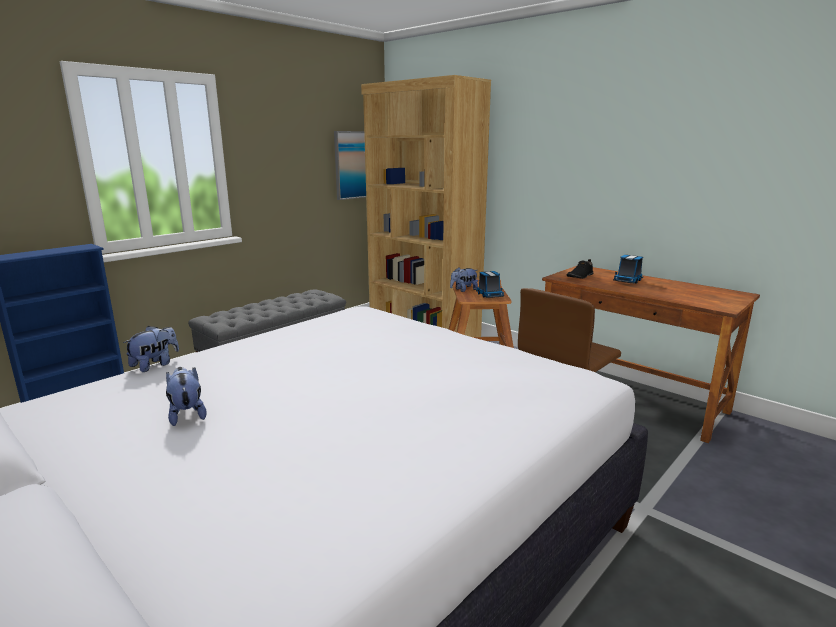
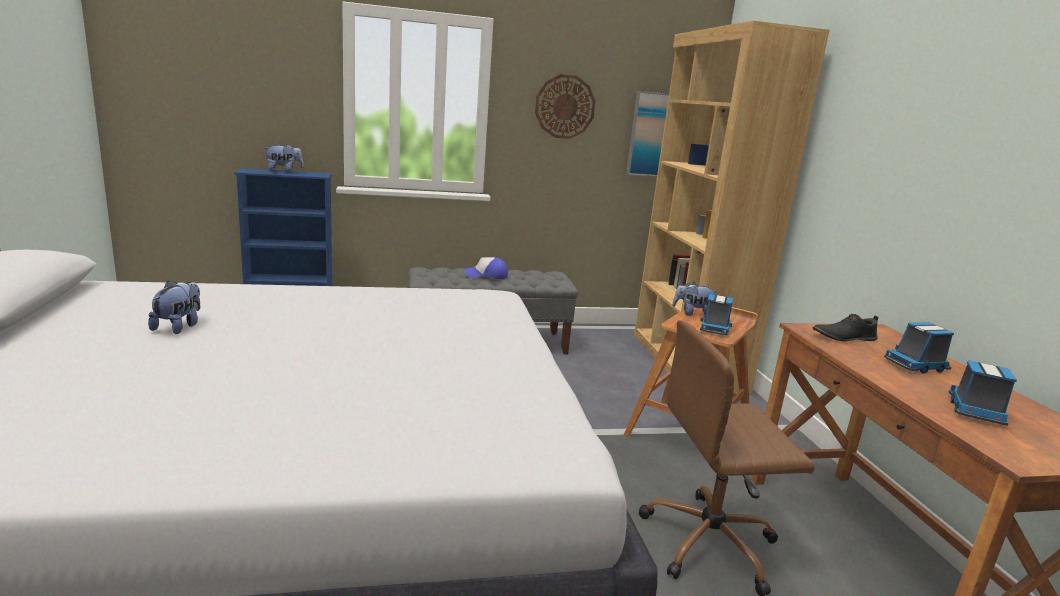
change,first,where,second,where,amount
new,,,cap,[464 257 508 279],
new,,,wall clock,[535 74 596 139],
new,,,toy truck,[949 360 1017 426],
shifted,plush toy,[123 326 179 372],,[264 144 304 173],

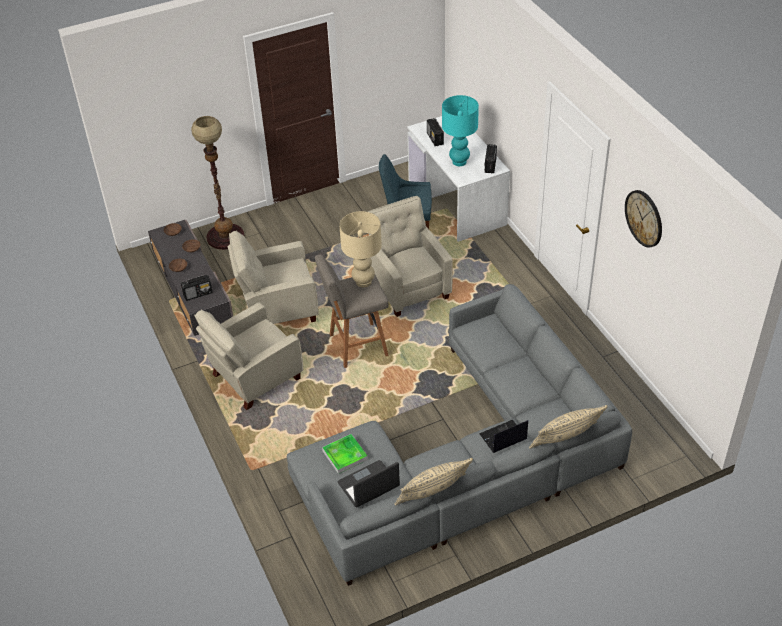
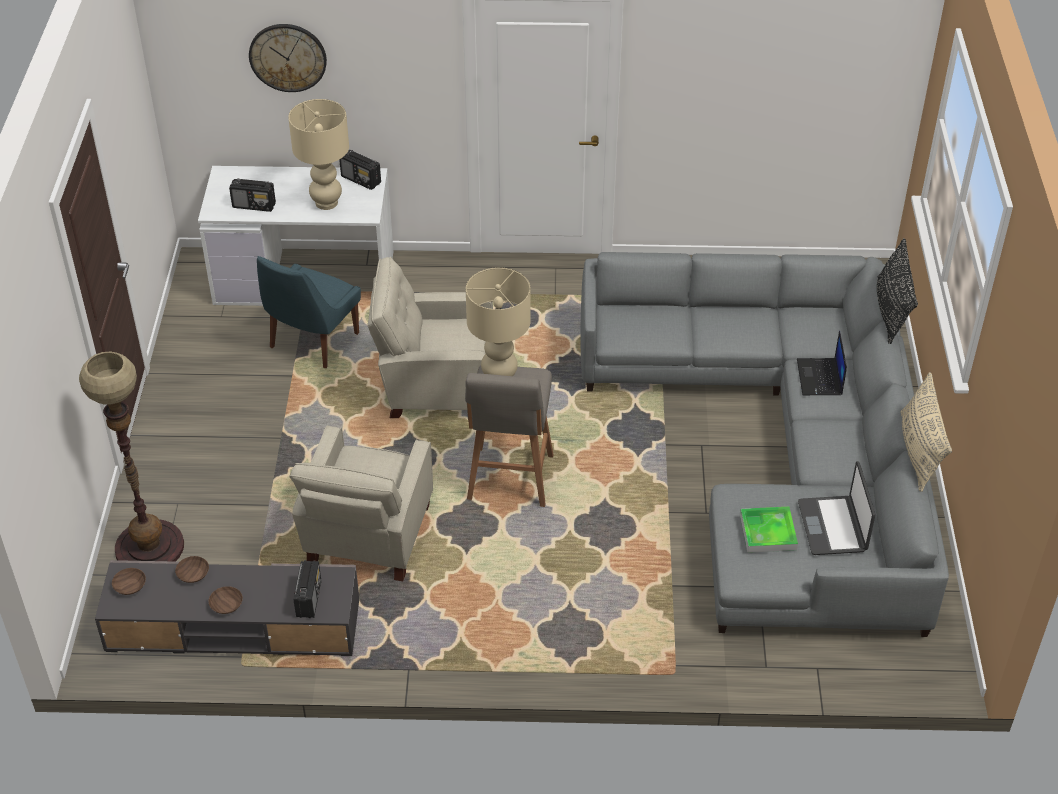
change,first,where,second,where,amount
gone,beige armchair,[194 302 303 410],,,
shifted,wall clock,[625 190 662 248],,[249 24 327 92],
repainted,turquoise table lamp,[442 95 479 166],beige table lamp,[288 99 349 210],
repainted,beige pillow,[529 405 607 449],black pillow,[877 238 918 344],

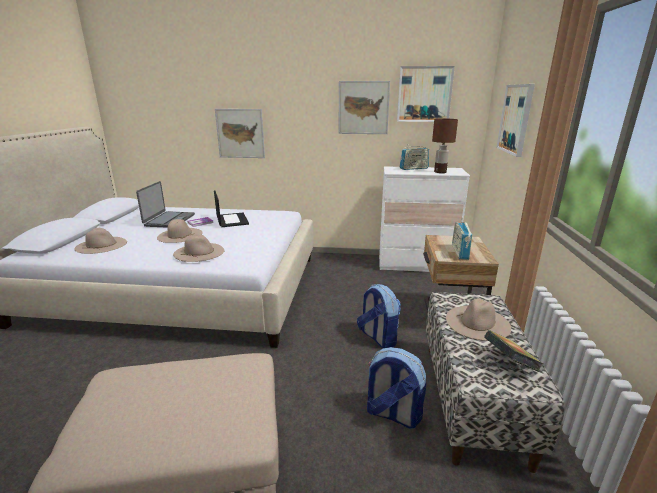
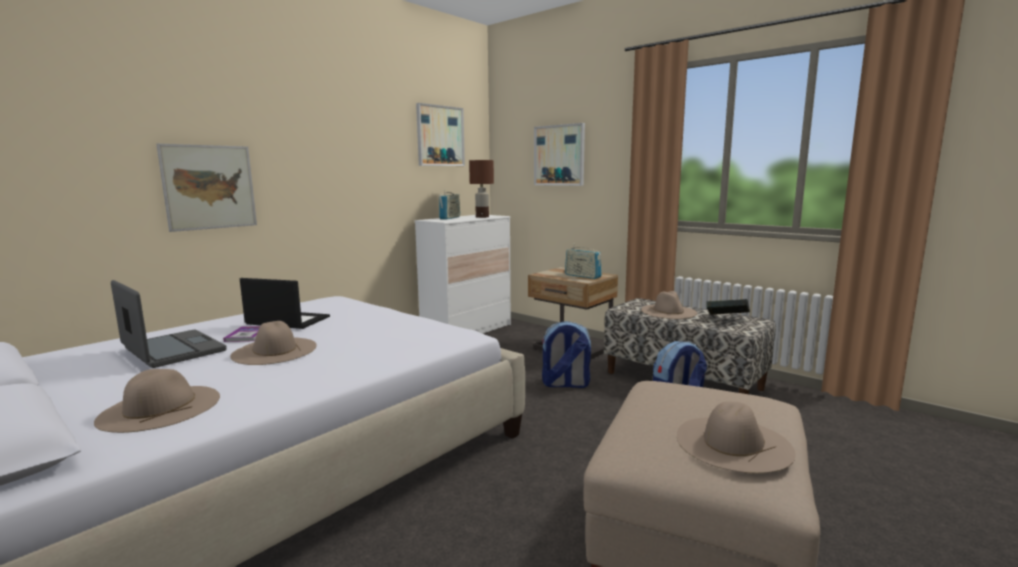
change,first,where,second,where,amount
gone,picture,[338 81 390 134],,,
shifted,beige hat,[173 234 225 262],,[677 401 796 473],

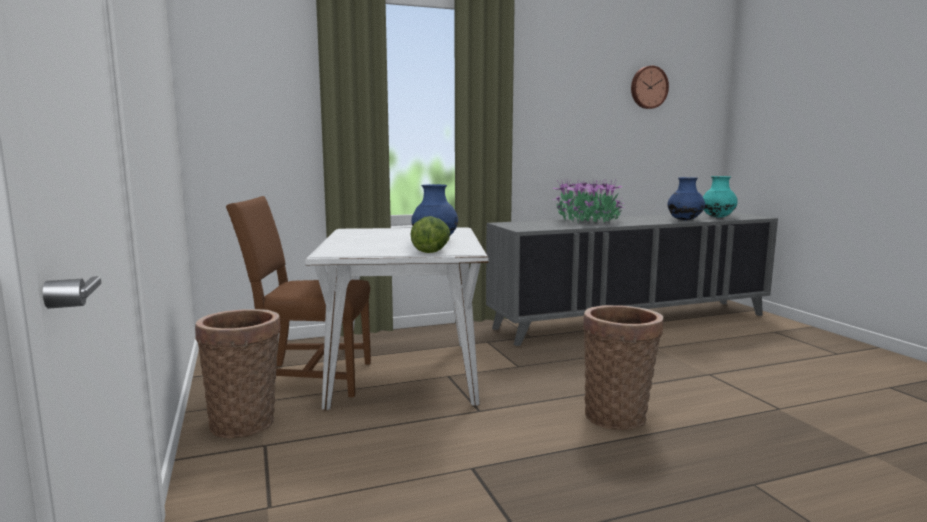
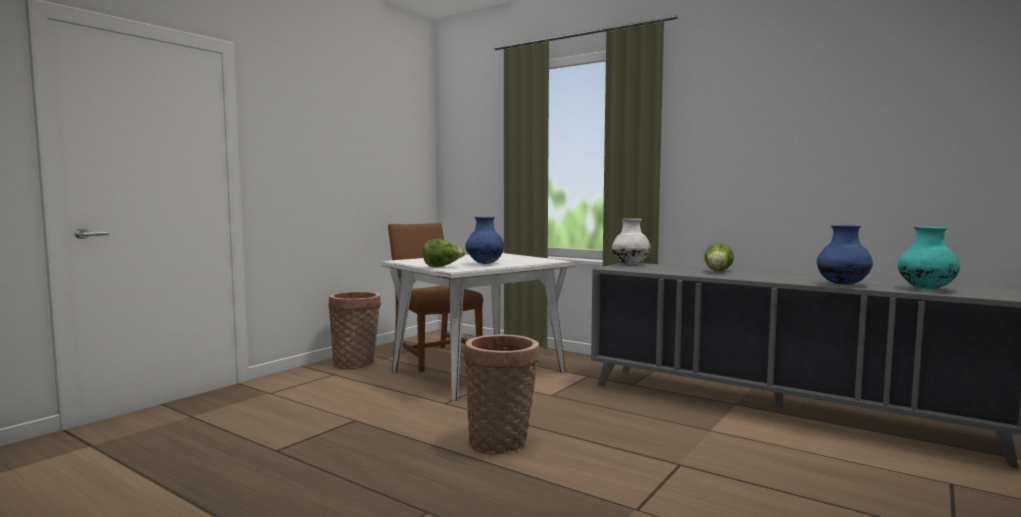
change,first,where,second,where,amount
gone,wall clock,[631 66 669 109],,,
new,,,white vase,[612 219 650 265],
swapped,potted plant,[553 178 625 222],lettuce,[705 244 734 271],

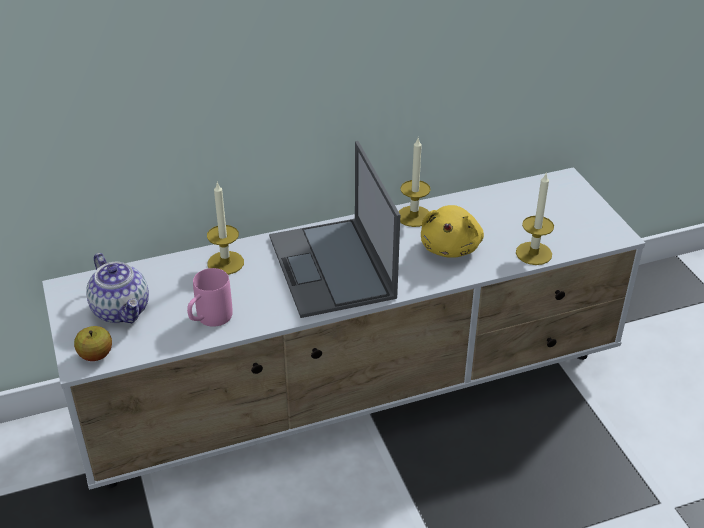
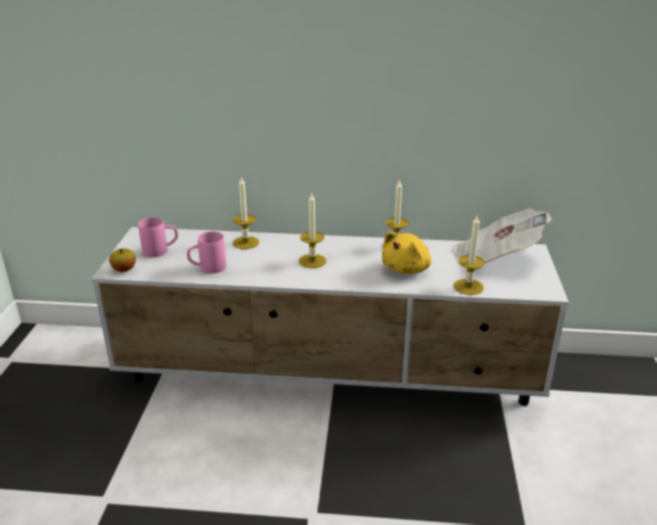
change,first,where,second,where,amount
new,,,newspaper,[451 208 552 264],
swapped,teapot,[86 253 149 323],pink mug,[138 217 178 257],
swapped,laptop,[269 141 400 318],candle,[299 193 326 268],

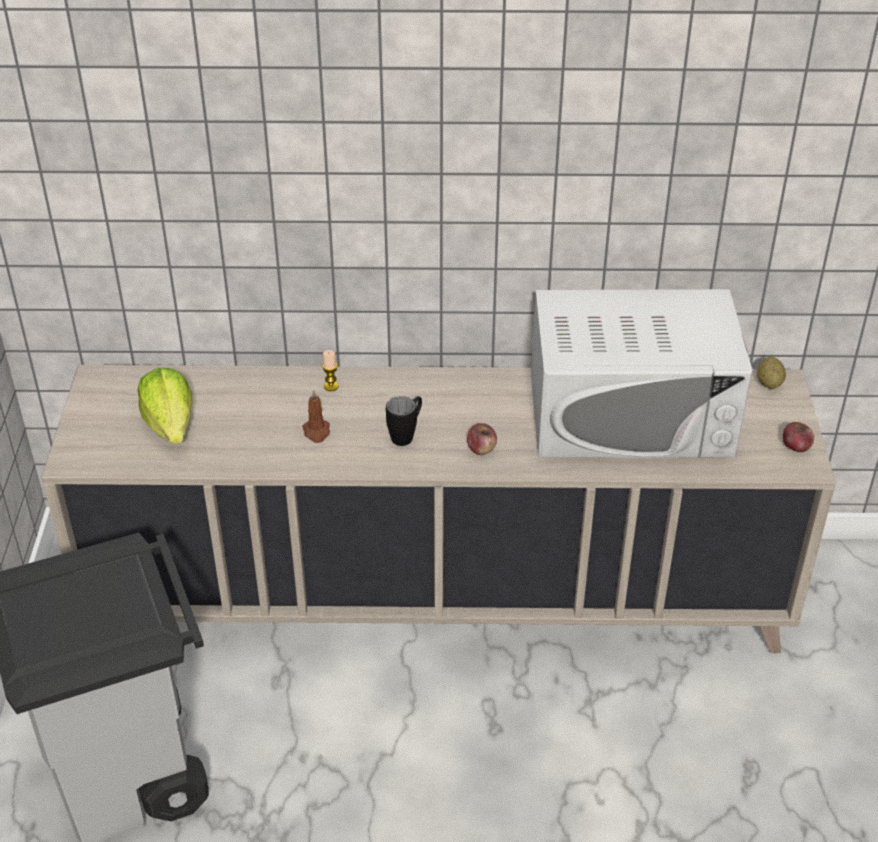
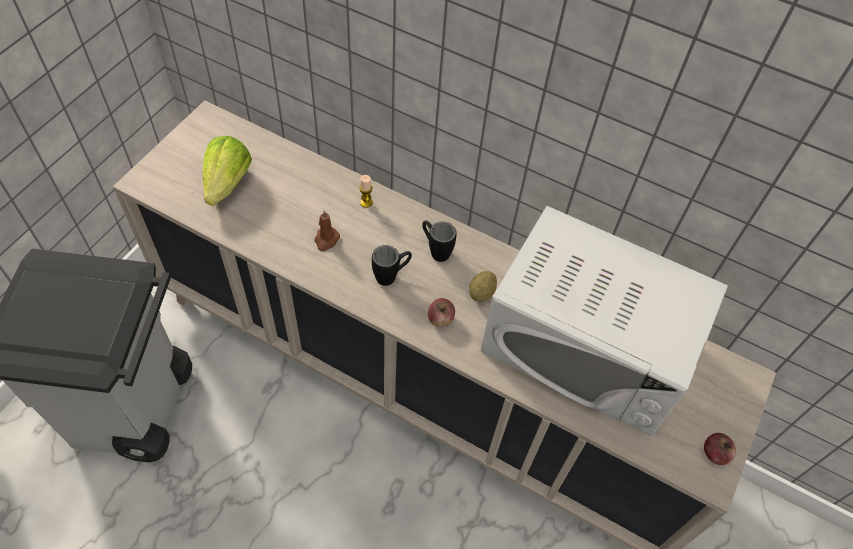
change,first,where,second,where,amount
new,,,black mug,[422 220 457 262],
shifted,potato,[757 356 786 389],,[469 271 497 301],

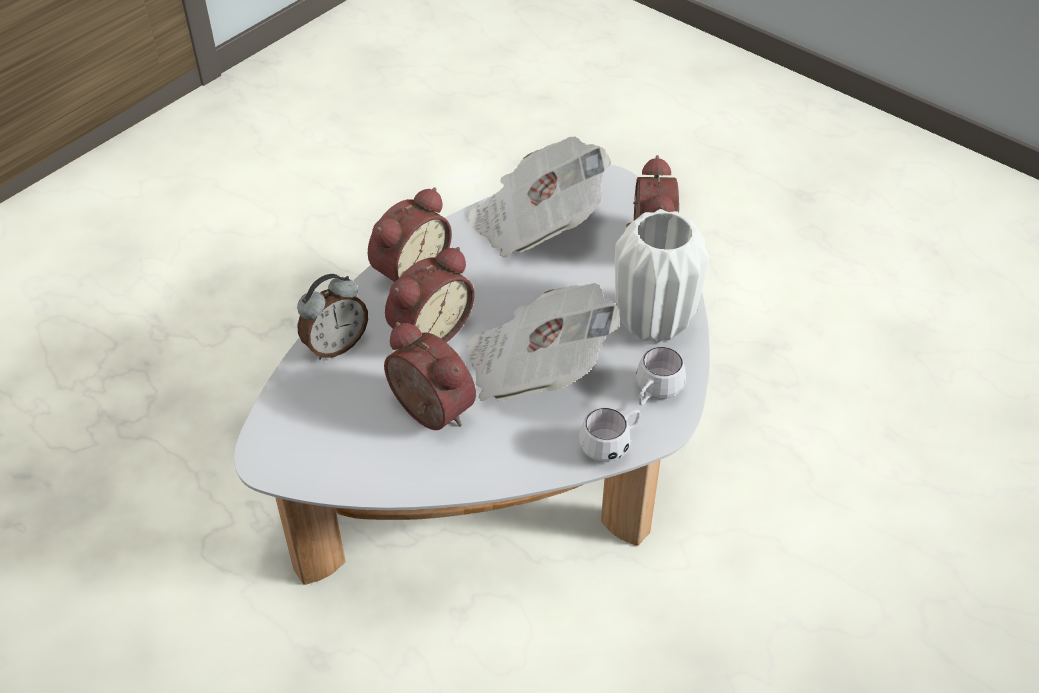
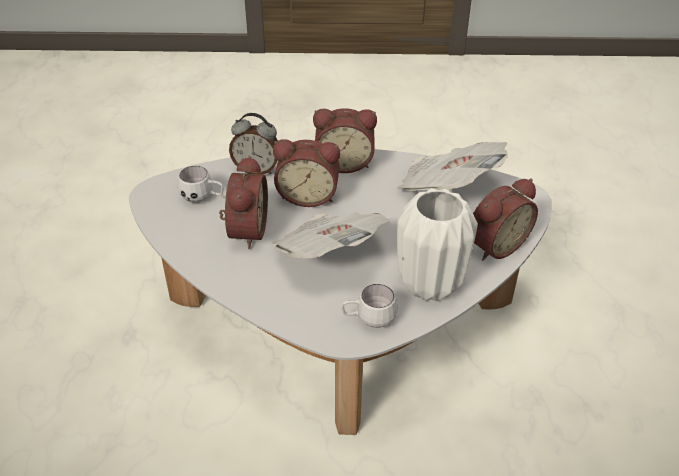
change,first,where,second,where,amount
shifted,white mug,[579 408 641 462],,[178 166 224 203],

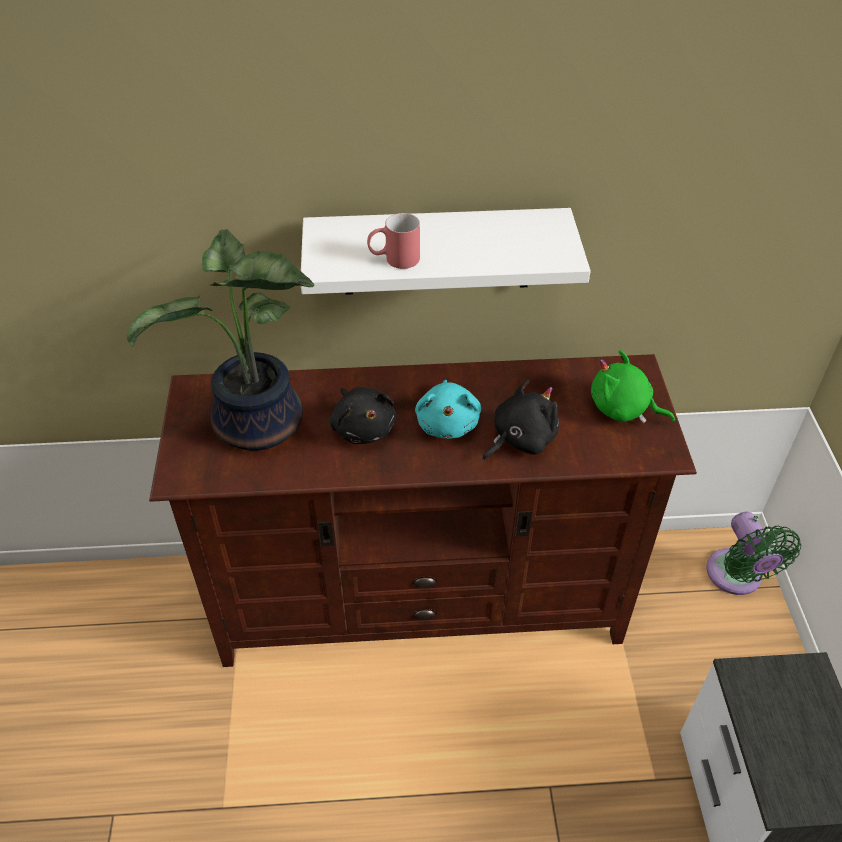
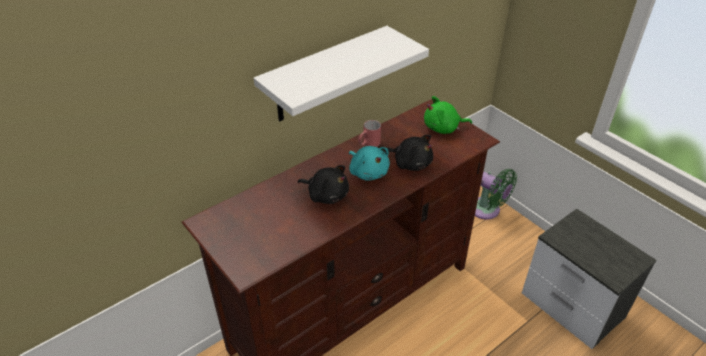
change,first,where,second,where,amount
gone,potted plant,[127 229 315 451],,,
shifted,red mug,[367 213 420 269],,[358 120 381 147],
rotated,black plush toy,[482 379 559 461],,[387 135 433 171],105 degrees clockwise

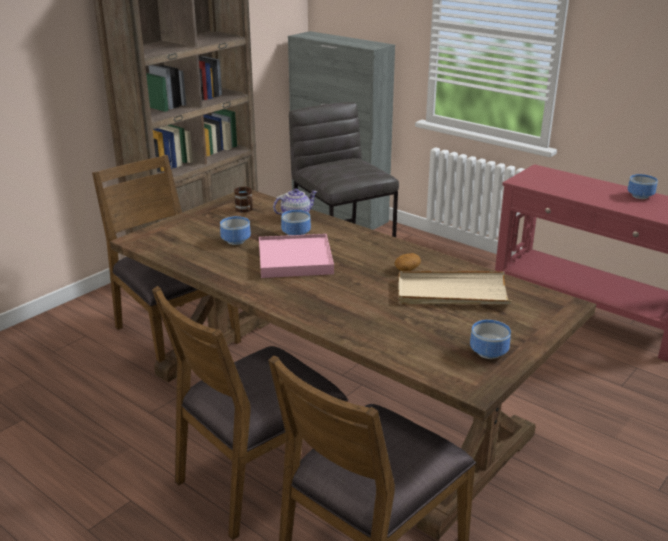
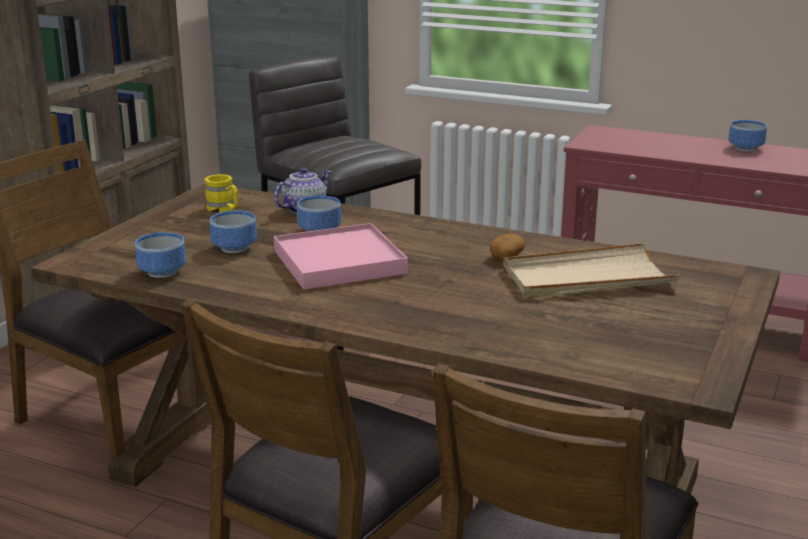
change,first,where,second,where,amount
shifted,bowl,[470 320 511 359],,[135 232 186 278],
repainted,brown mug,[234 187 253 213],yellow mug,[204 174 238 213],

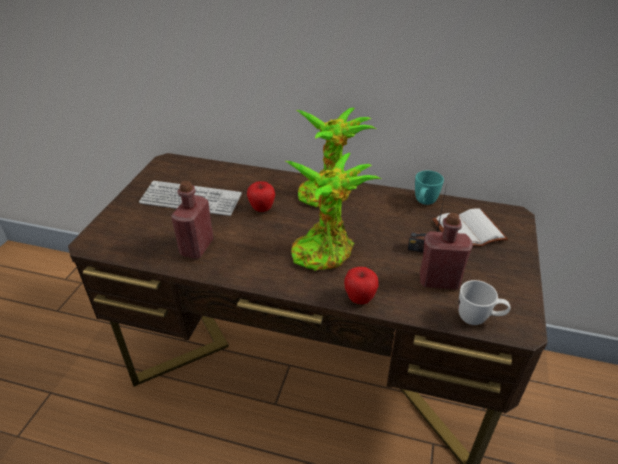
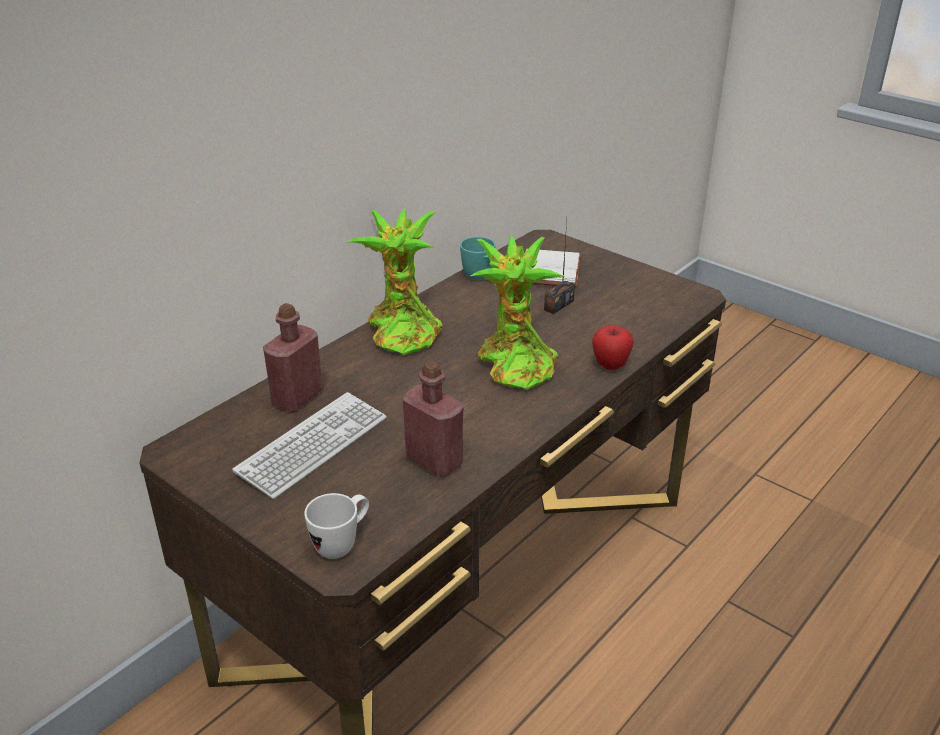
change,first,where,second,where,amount
gone,apple,[247 181 275 212],,,
shifted,red bottle,[420 213 473 290],,[263 303 323 412],
shifted,white mug,[458 280 510 325],,[304 493 369 559],

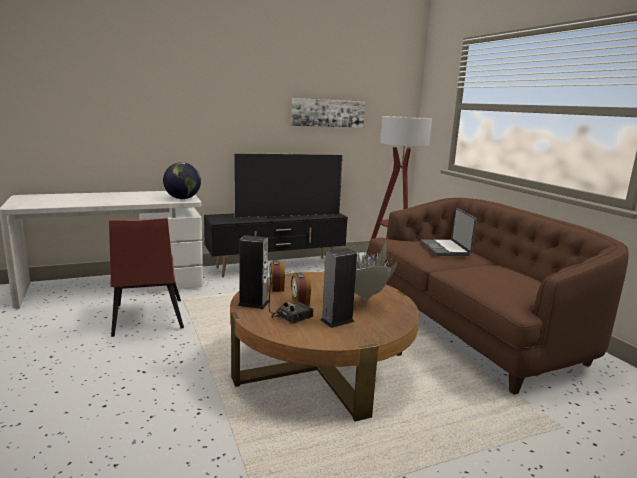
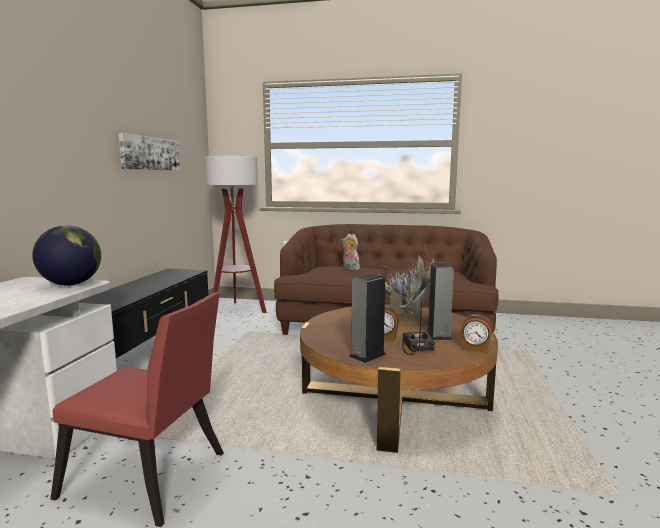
change,first,where,second,where,amount
gone,television,[234 153 343 218],,,
shifted,alarm clock,[269 260 285 292],,[461 314 493 353],
swapped,laptop,[420 208 477 256],plush toy,[341 234 360 270],

